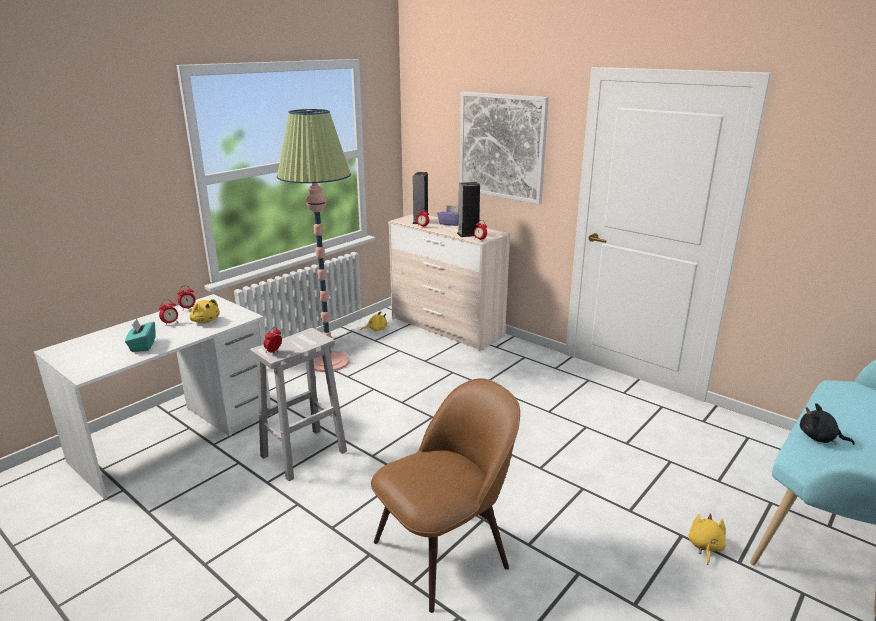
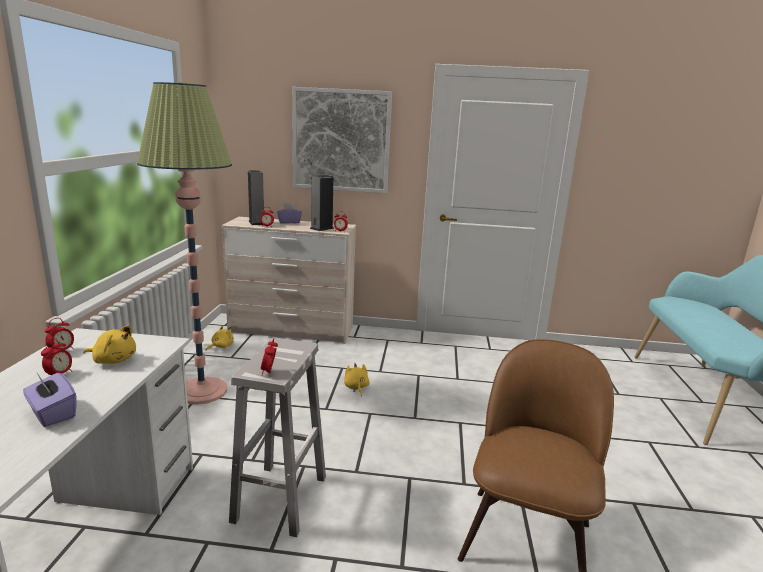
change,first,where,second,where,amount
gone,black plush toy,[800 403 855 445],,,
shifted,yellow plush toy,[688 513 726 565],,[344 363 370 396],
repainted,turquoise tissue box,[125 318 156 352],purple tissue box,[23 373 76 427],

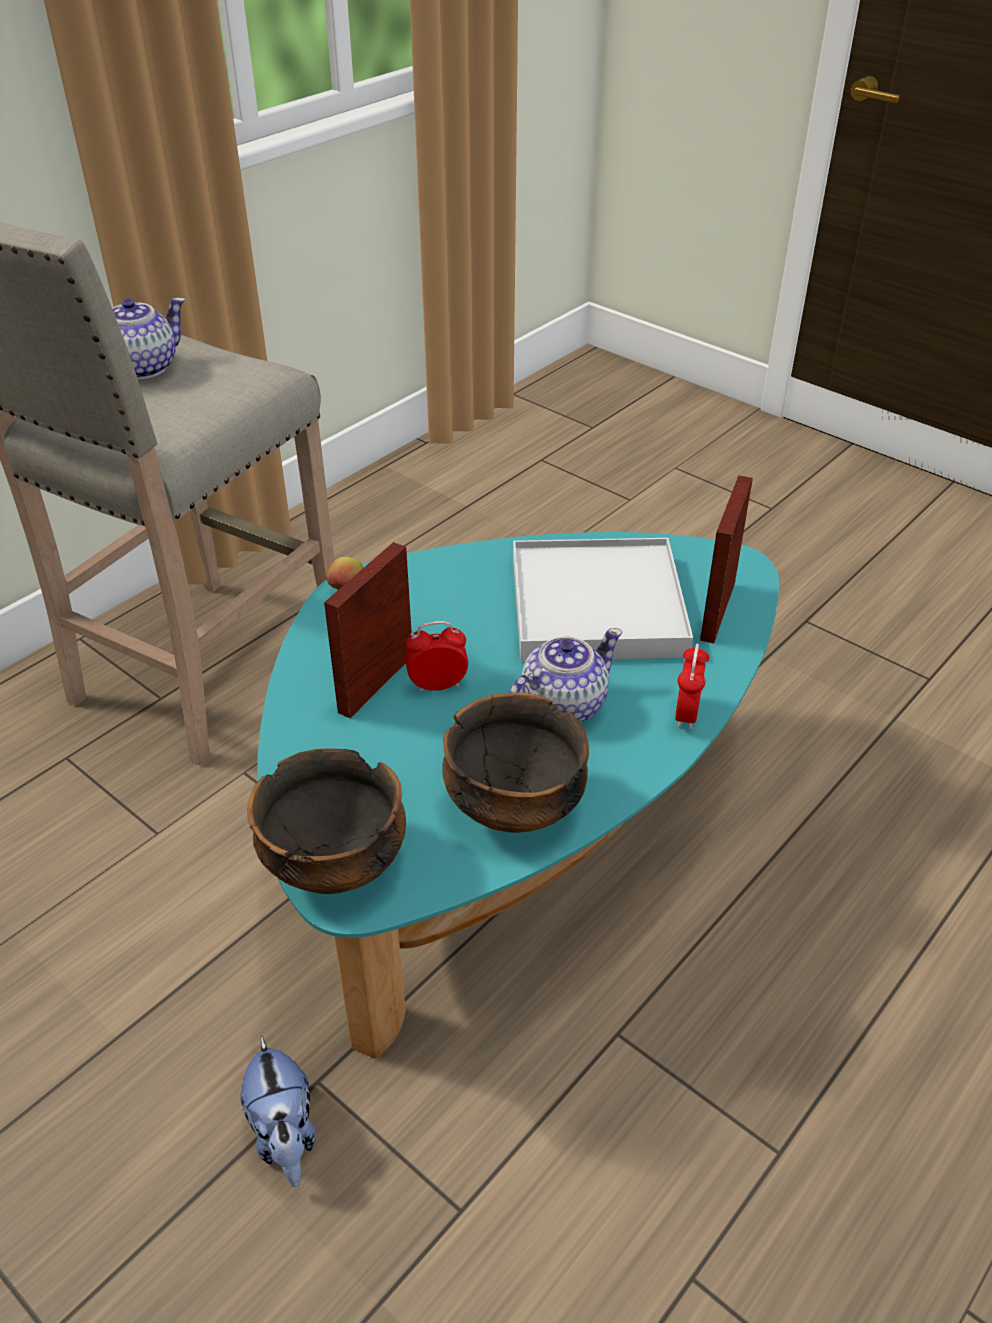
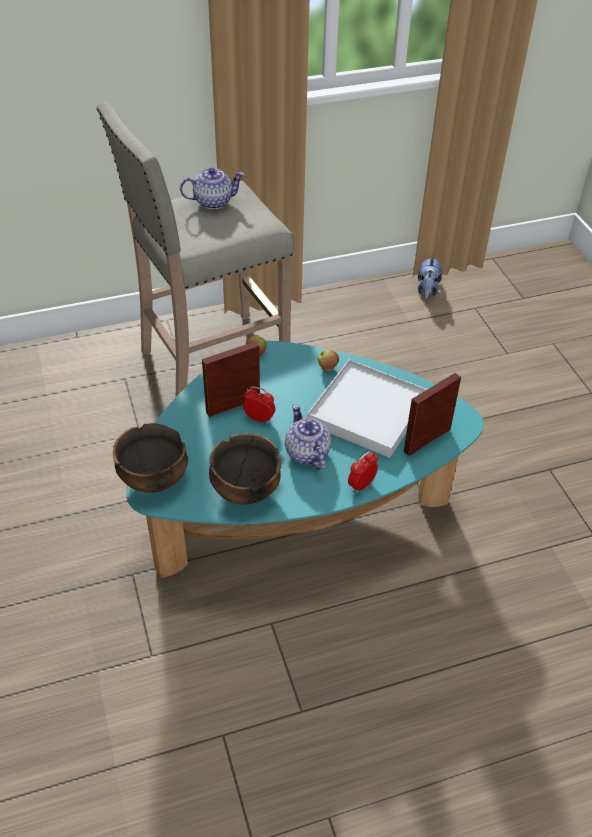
change,first,where,second,where,amount
new,,,apple,[318 349 339 371],
shifted,plush toy,[240 1036 316 1187],,[418 257 442 299],
rotated,teapot,[509 628 622 722],,[285 404 331 470],105 degrees counterclockwise

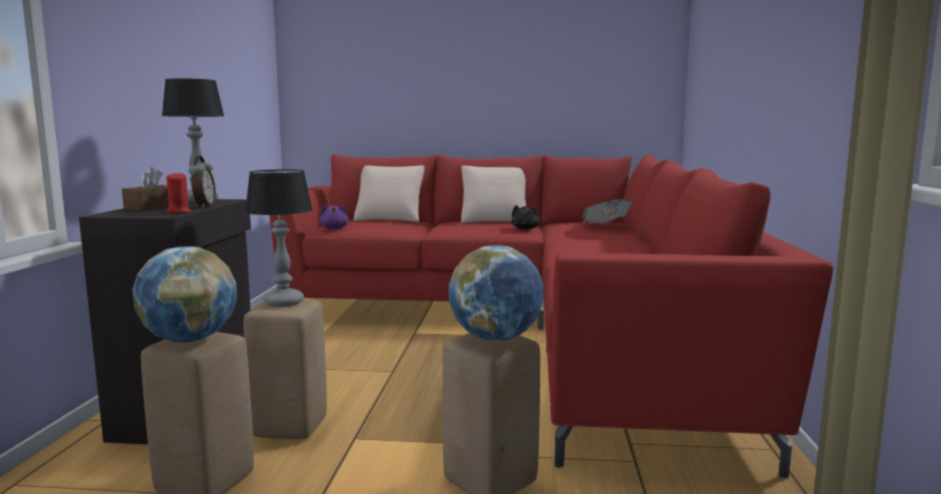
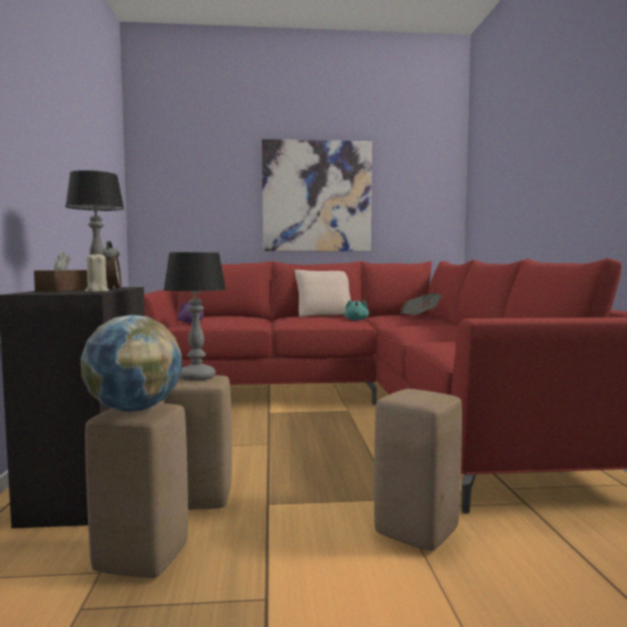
change,first,where,second,where,amount
gone,beige pillow,[353 165 425 222],,,
gone,globe,[449 246 544 341],,,
new,,,picture,[262 139 372 251],
repainted,red candle,[166 172 191 214],beige candle,[85 252 109 292],
repainted,black plush toy,[512 205 540 230],turquoise plush toy,[344 300 369 321],

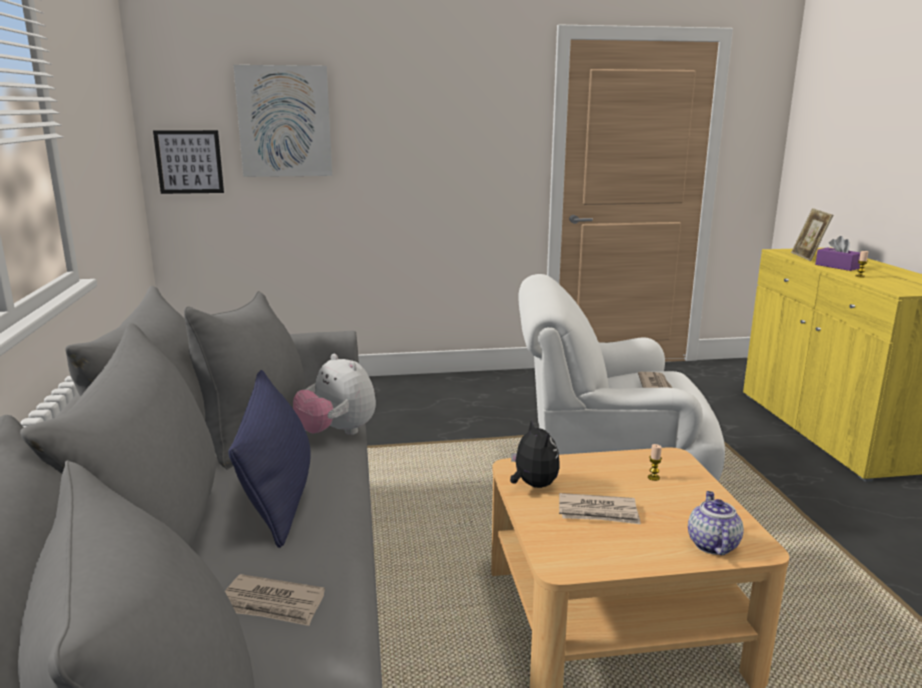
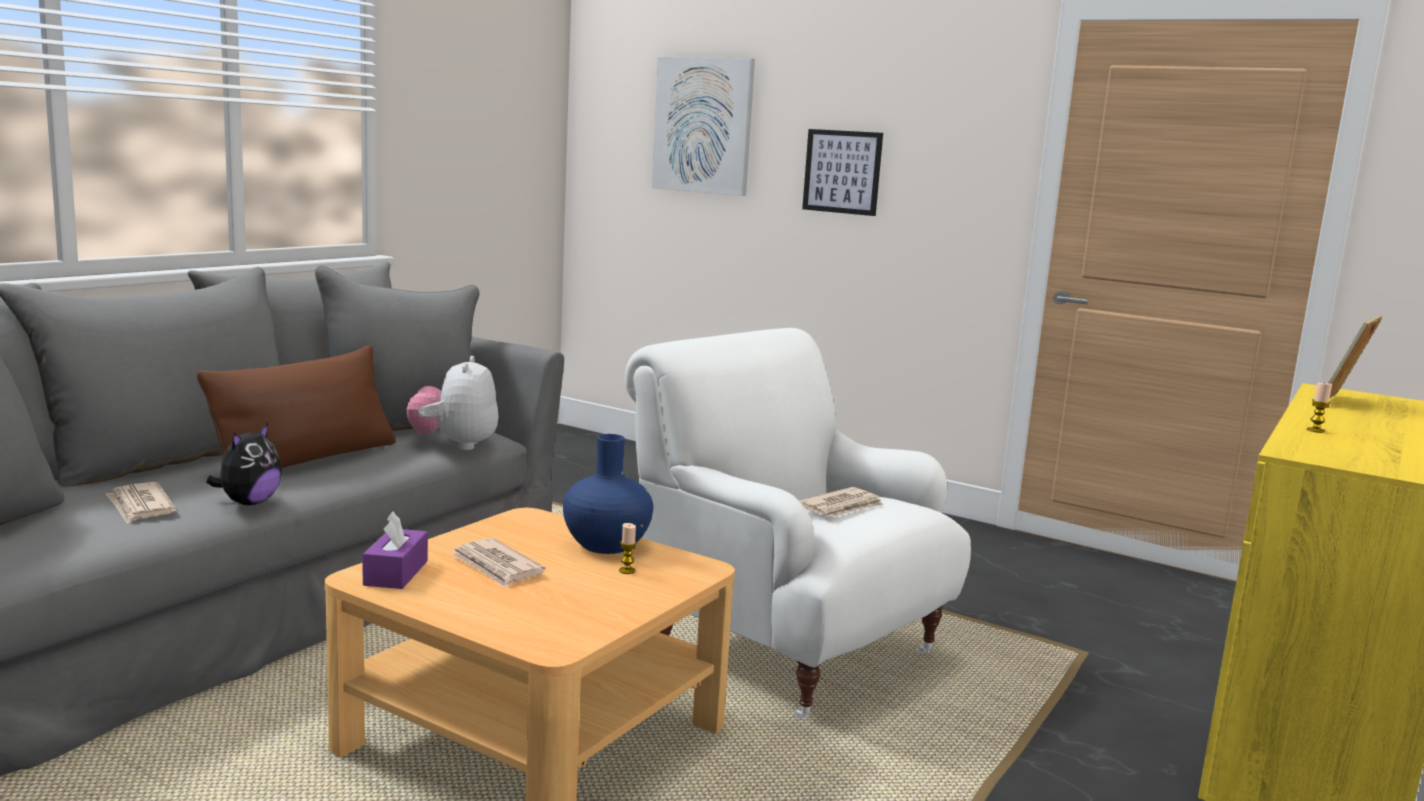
change,first,where,second,where,amount
gone,teapot,[688 491 744 555],,,
new,,,blue vase,[563 434 653 554],
shifted,picture,[153 130 224 194],,[802 129 883 216],
shifted,plush toy,[510 419 560 488],,[206 423 282 505],
shifted,purple tissue box,[815 236 860 271],,[362 511 428 589],
repainted,blue pillow,[228 370 311 548],brown pillow,[197 345 396 468],

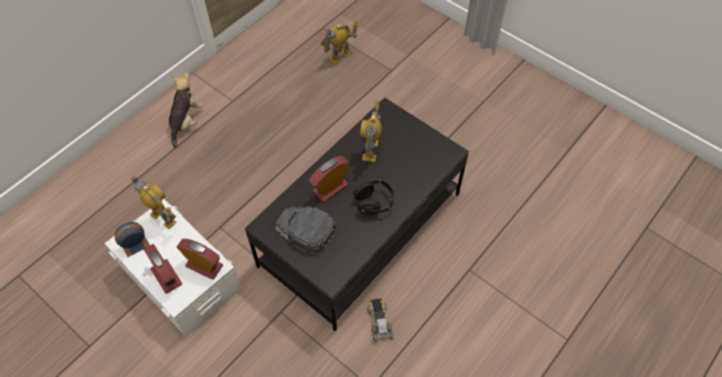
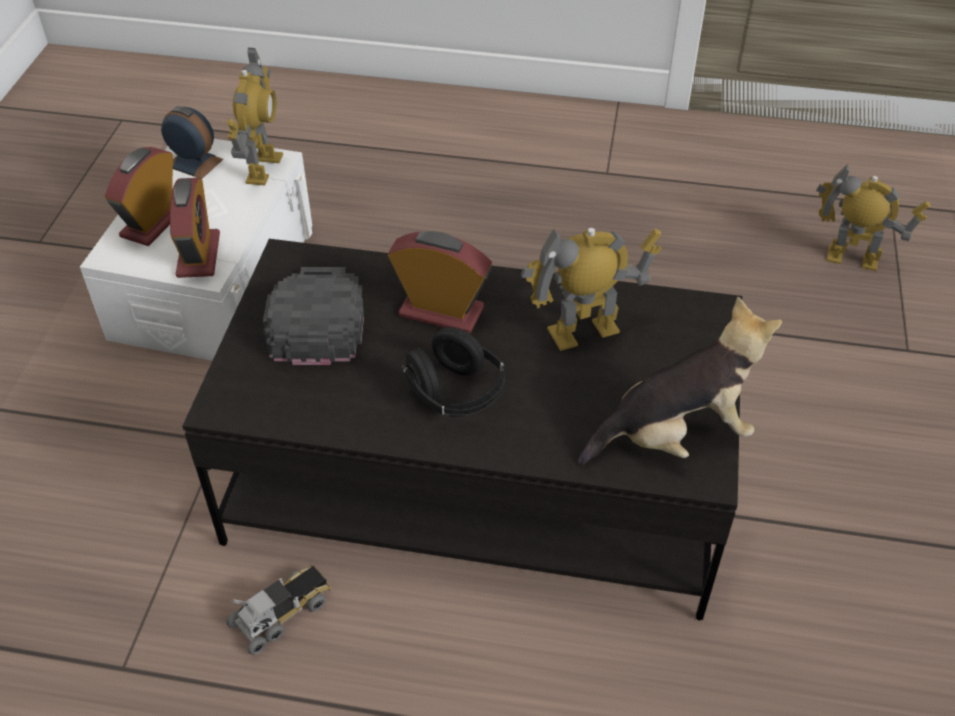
change,first,where,second,where,amount
shifted,plush toy,[167 72 202 149],,[578 297 782 465],

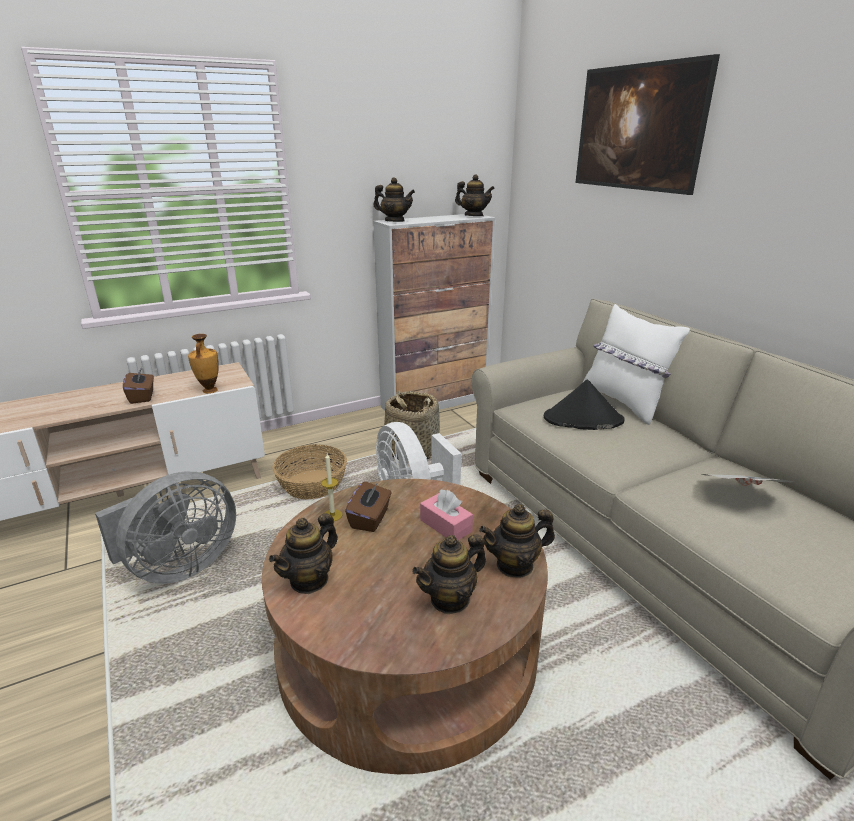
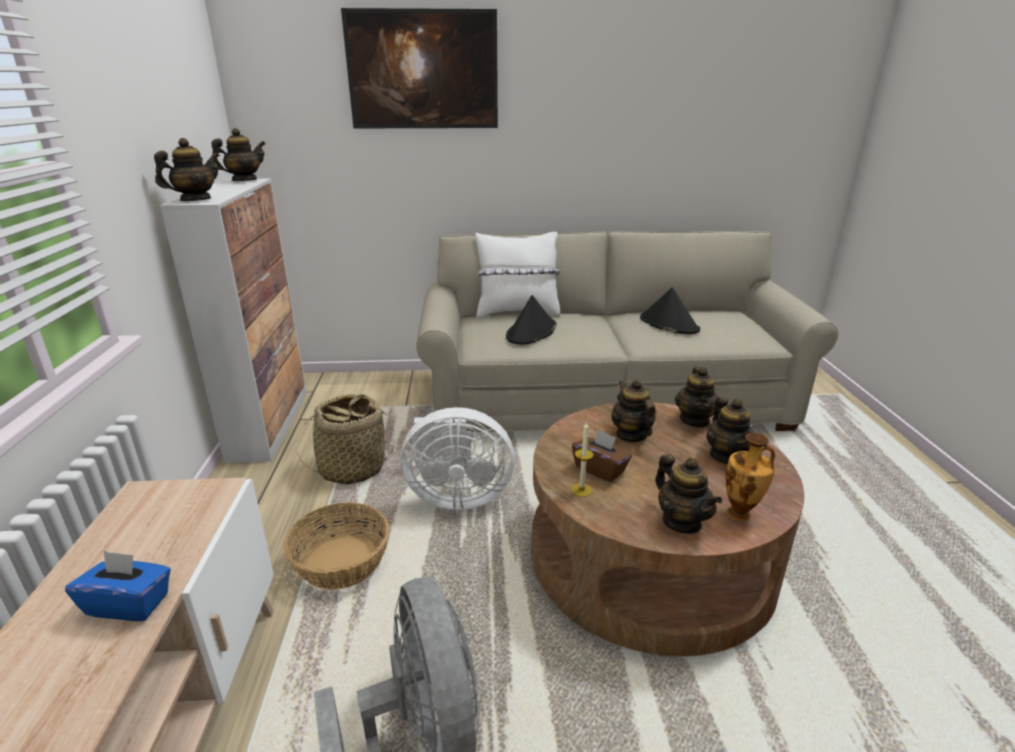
change,first,where,second,where,amount
shifted,vase,[188 334 218 393],,[726 432 775 521],
swapped,pink tissue box,[420 490 473 540],teapot,[611 379 656 442],
swapped,newspaper,[701 474 794 486],black hat,[640 287 700 334],
repainted,brown tissue box,[123 367 154 404],blue tissue box,[65 551 171 621],

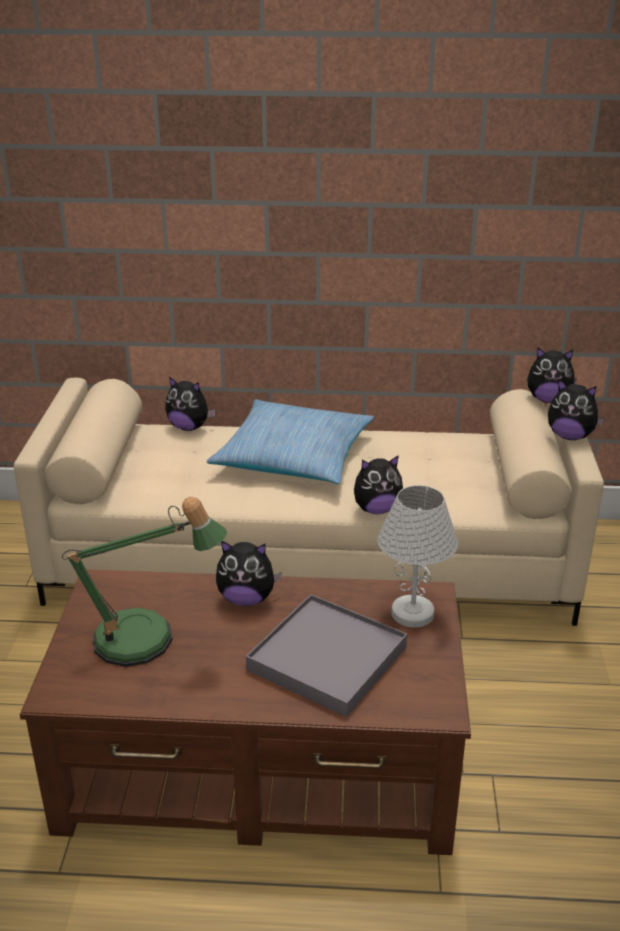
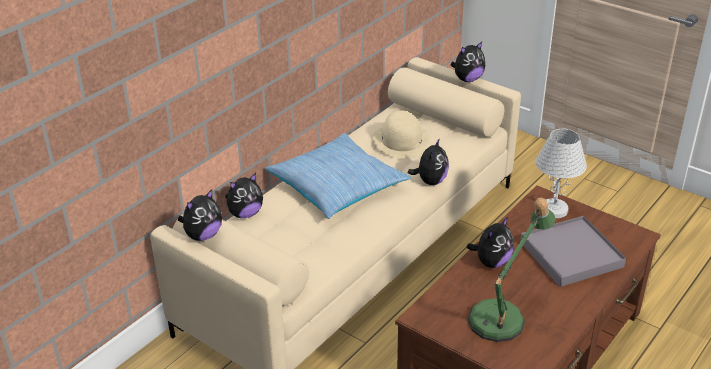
change,first,where,second,where,amount
new,,,beige hat,[372 110 432 159],
shifted,plush toy,[527 348 577 403],,[178 189 222 241],

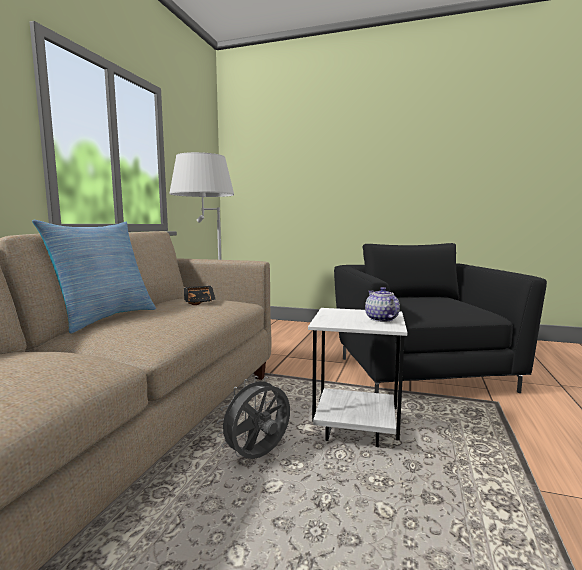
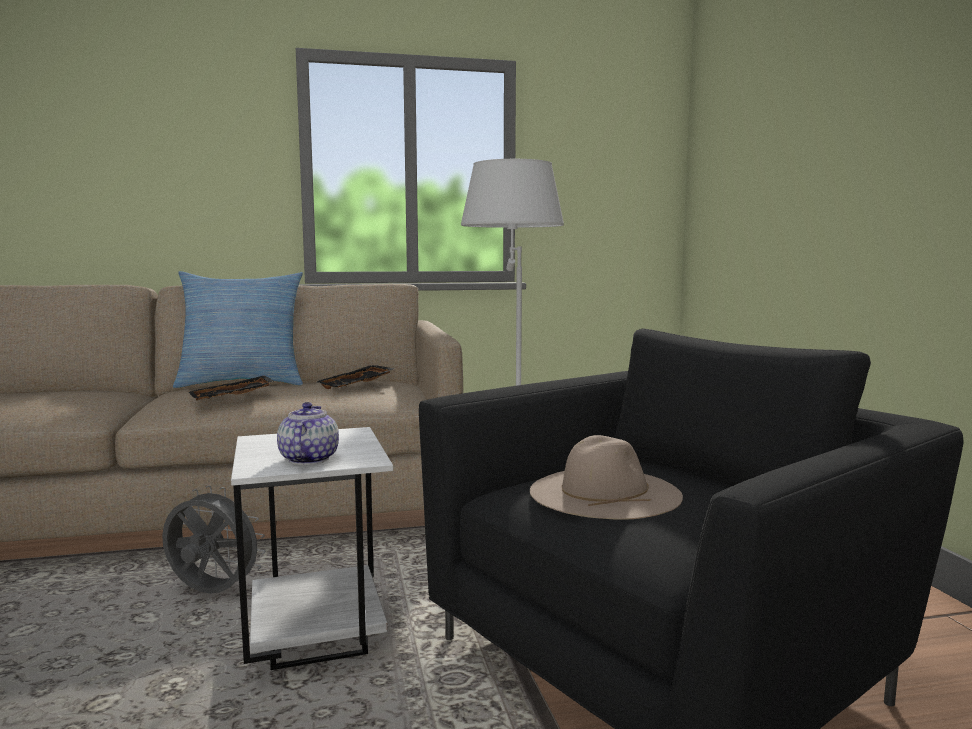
change,first,where,second,where,amount
new,,,black tray,[189 375 274 400],
new,,,beige hat,[530 435 683 520],
rotated,teapot,[365 287 400 322],,[277 402 339 465],45 degrees counterclockwise

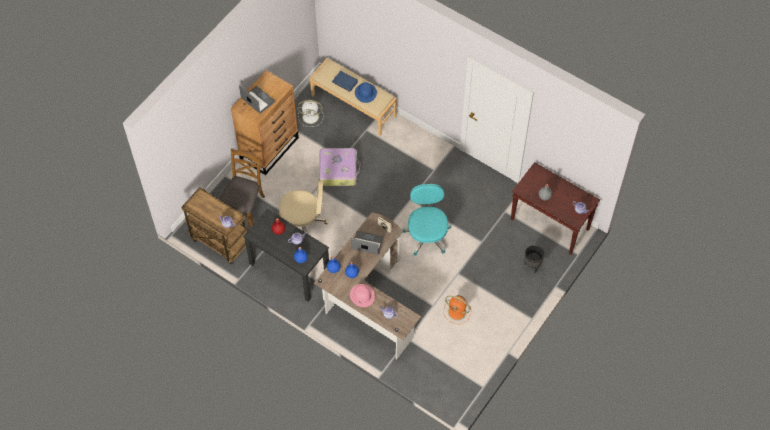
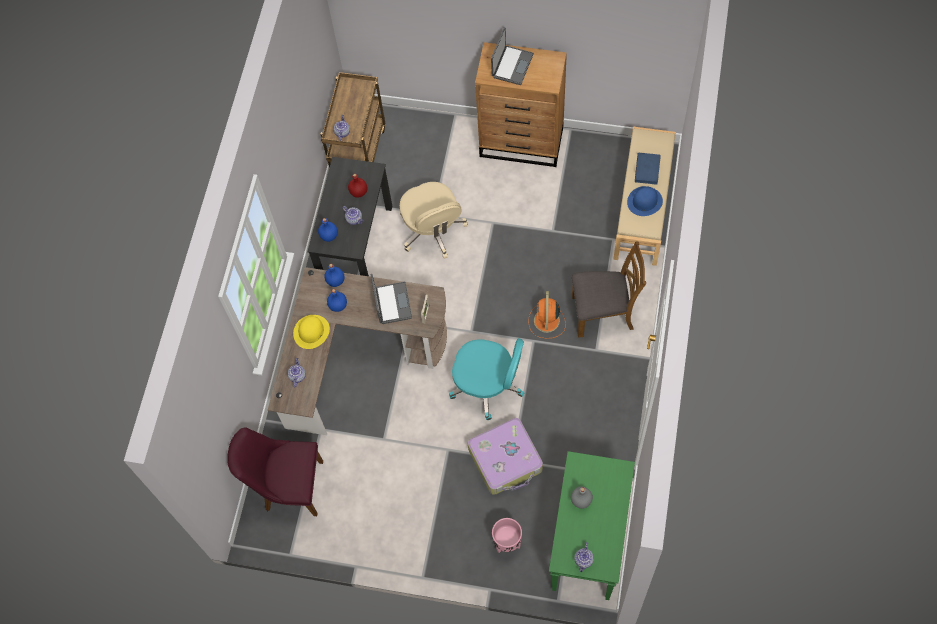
change,first,where,second,where,amount
gone,white fan,[297 100 324 127],,,
new,,,purple chair,[227 427 323 516],
shifted,brown chair,[219 148 265 227],,[572 242 646 338],
shifted,suitcase,[319 148 361 186],,[468 418 543 495],
shifted,orange fan,[444 295 471 324],,[528 291 566 339],
repainted,pink hat,[350 284 375 307],yellow hat,[293 315 330 349],
repainted,brown console table,[511 162 600 254],green console table,[549 451 635 600],
repainted,black planter,[524 245 544 273],pink planter,[492 518 522 553],
rotated,turquoise office chair,[403 184 451 256],,[449 338 524 420],45 degrees clockwise

